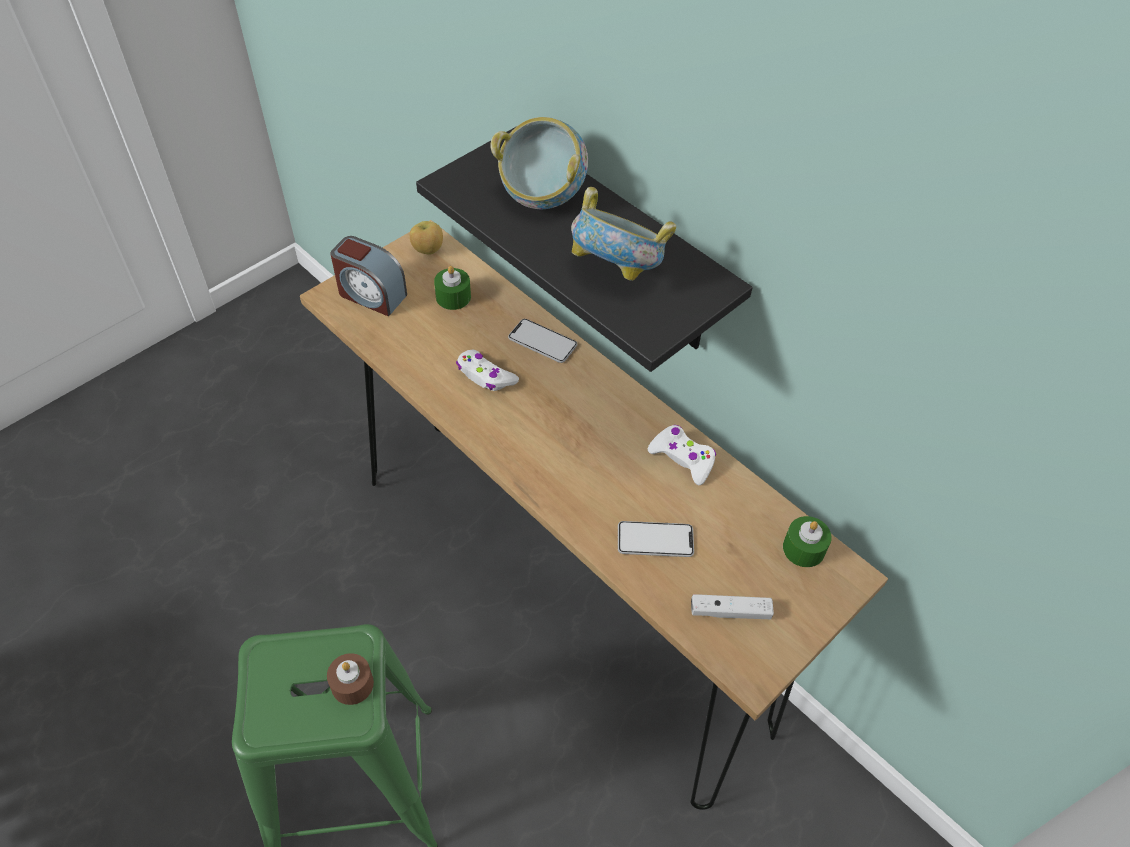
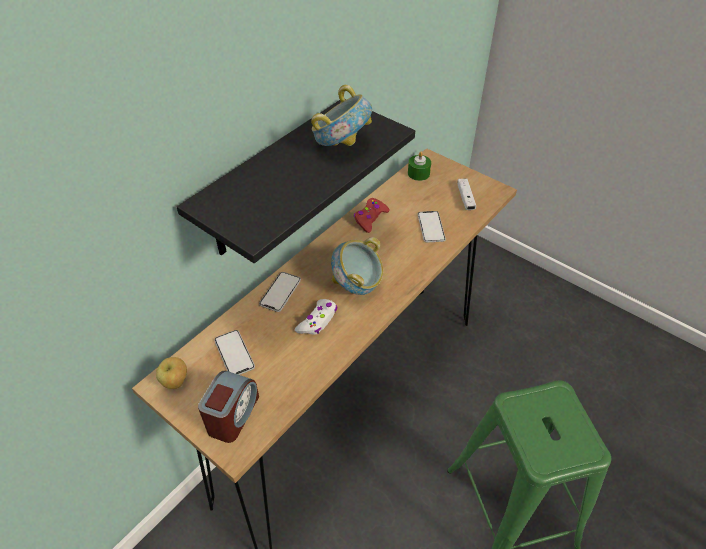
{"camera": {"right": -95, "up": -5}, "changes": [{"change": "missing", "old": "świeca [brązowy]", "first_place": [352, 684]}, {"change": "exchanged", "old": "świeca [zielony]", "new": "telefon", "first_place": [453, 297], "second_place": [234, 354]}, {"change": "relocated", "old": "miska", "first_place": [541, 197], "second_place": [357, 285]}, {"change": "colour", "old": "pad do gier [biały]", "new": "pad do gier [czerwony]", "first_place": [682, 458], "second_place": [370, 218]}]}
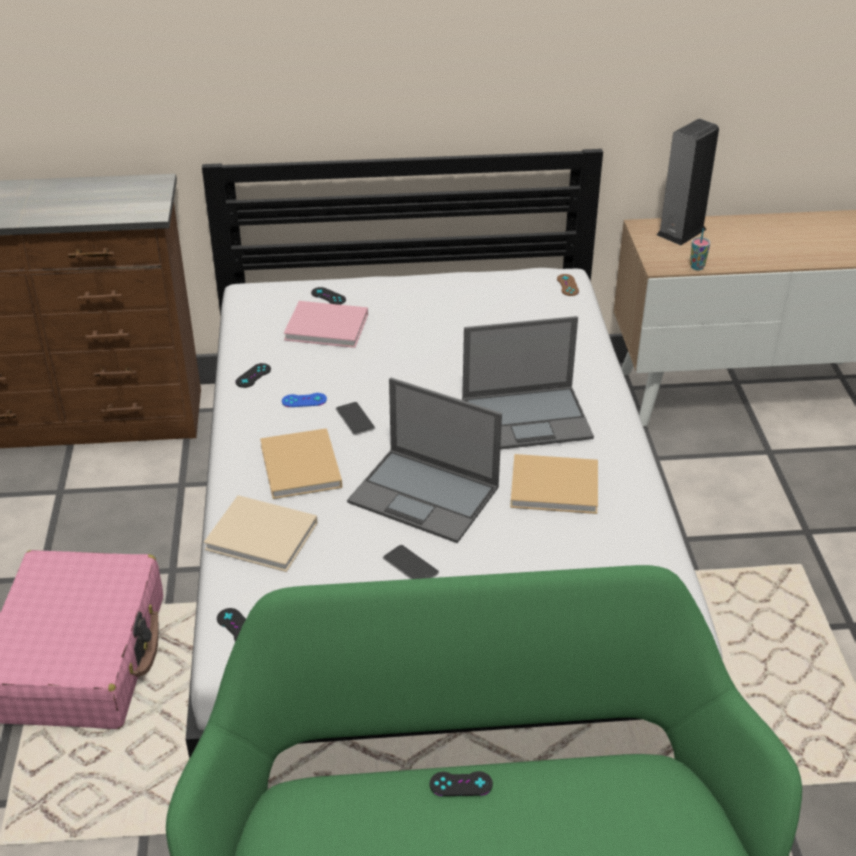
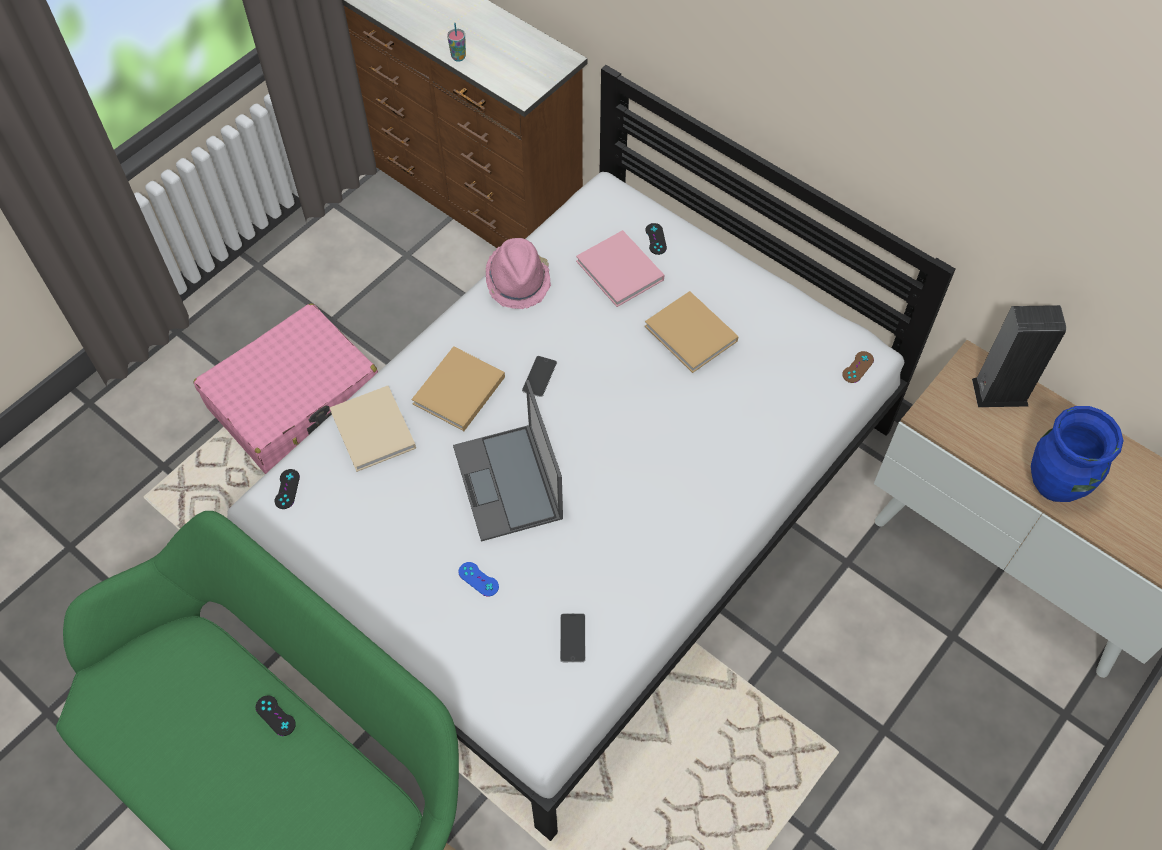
{"camera": {"right": 45, "up": 20}, "changes": [{"change": "exchanged", "old": "pad do gier [czarny]", "new": "kapelusz [różowy]", "first_place": [253, 376], "second_place": [518, 280]}, {"change": "relocated", "old": "pad do gier [niebieski]", "first_place": [304, 400], "second_place": [478, 579]}, {"change": "relocated", "old": "telefon", "first_place": [410, 565], "second_place": [572, 637]}, {"change": "missing", "old": "laptop", "first_place": [528, 418]}, {"change": "relocated", "old": "książka [beżowy]", "first_place": [557, 487], "second_place": [692, 335]}, {"change": "relocated", "old": "filiżanka", "first_place": [697, 267], "second_place": [458, 57]}, {"change": "appeared", "new": "wazon [niebieski]", "second_place": [1056, 484]}]}
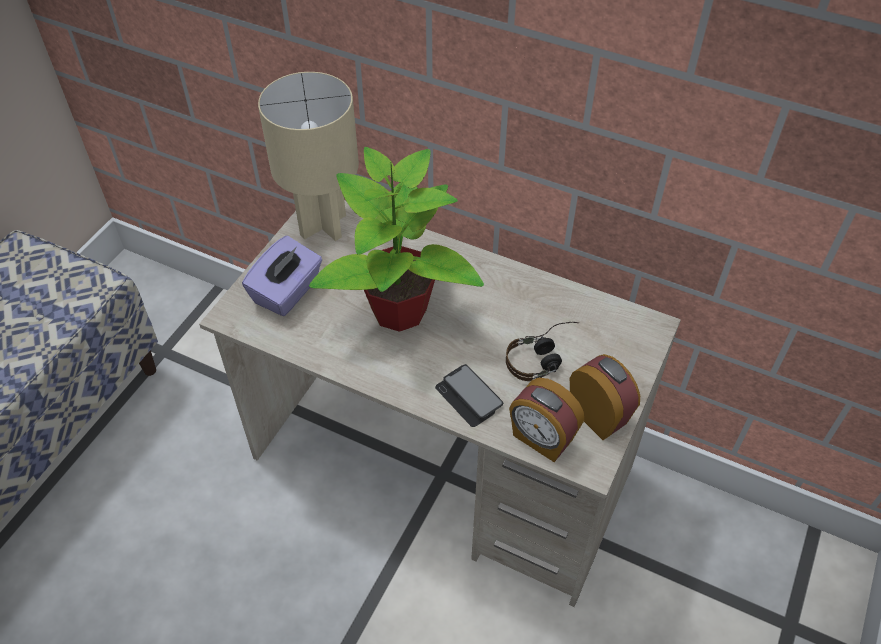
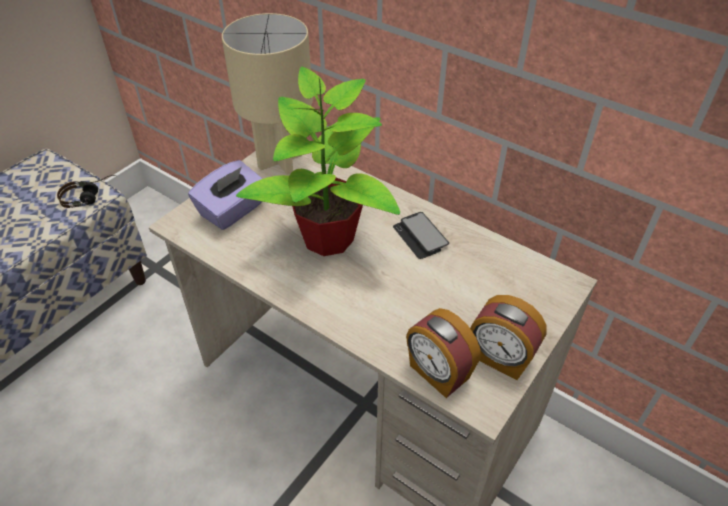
{"camera": {"right": 10, "up": -5}, "changes": [{"change": "relocated", "old": "telefon", "first_place": [468, 396], "second_place": [420, 236]}, {"change": "relocated", "old": "słuchawki", "first_place": [544, 358], "second_place": [90, 197]}, {"change": "spun", "old": "budzik", "first_place": [599, 414], "second_place": [500, 358], "degrees": 150}]}
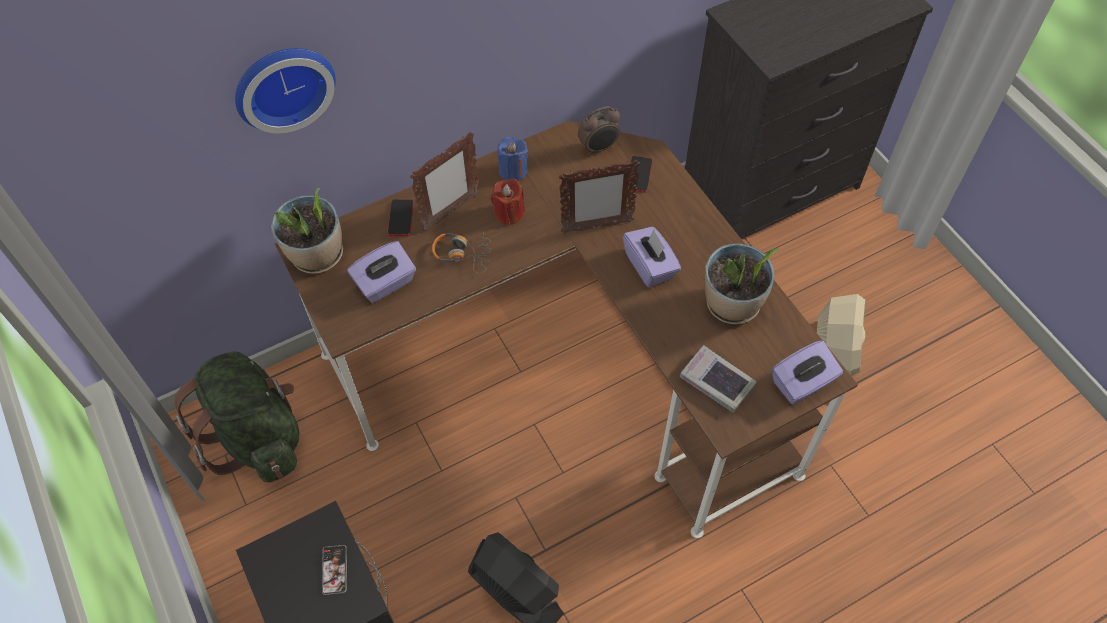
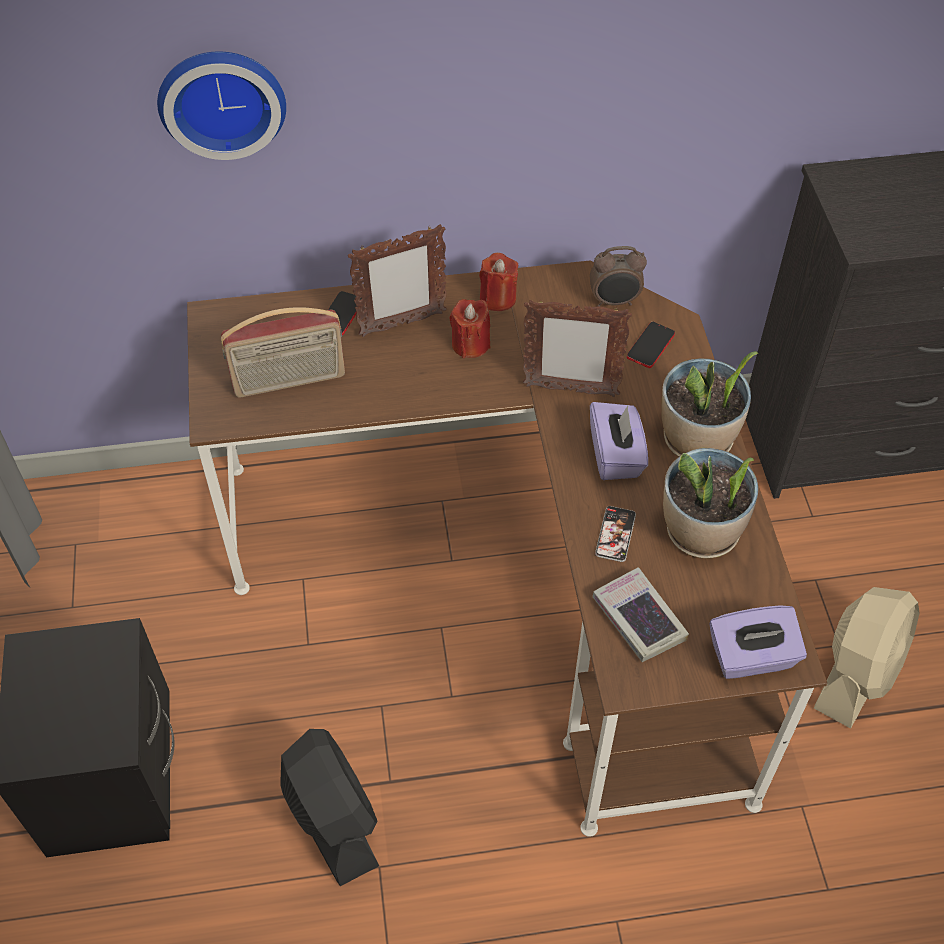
{"camera": {"right": 20, "up": -5}, "changes": [{"change": "missing", "old": "plecak [zielony]", "first_place": [258, 437]}, {"change": "relocated", "old": "roślina doniczkowa", "first_place": [317, 256], "second_place": [696, 441]}, {"change": "relocated", "old": "telefon", "first_place": [334, 570], "second_place": [615, 534]}, {"change": "exchanged", "old": "pudełko chusteczek [fioletowy]", "new": "radio", "first_place": [386, 283], "second_place": [289, 381]}, {"change": "missing", "old": "słuchawki", "first_place": [462, 254]}, {"change": "colour", "old": "świeca [niebieski]", "new": "świeca [czerwony]", "first_place": [513, 170], "second_place": [498, 298]}]}
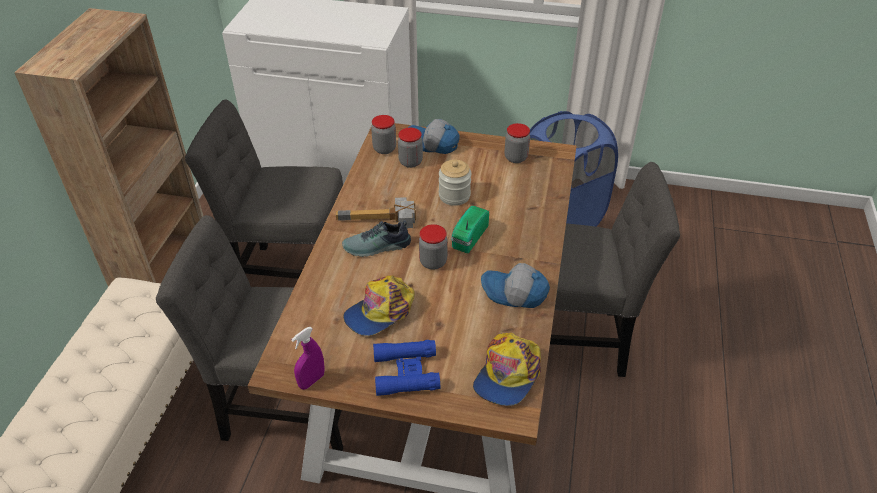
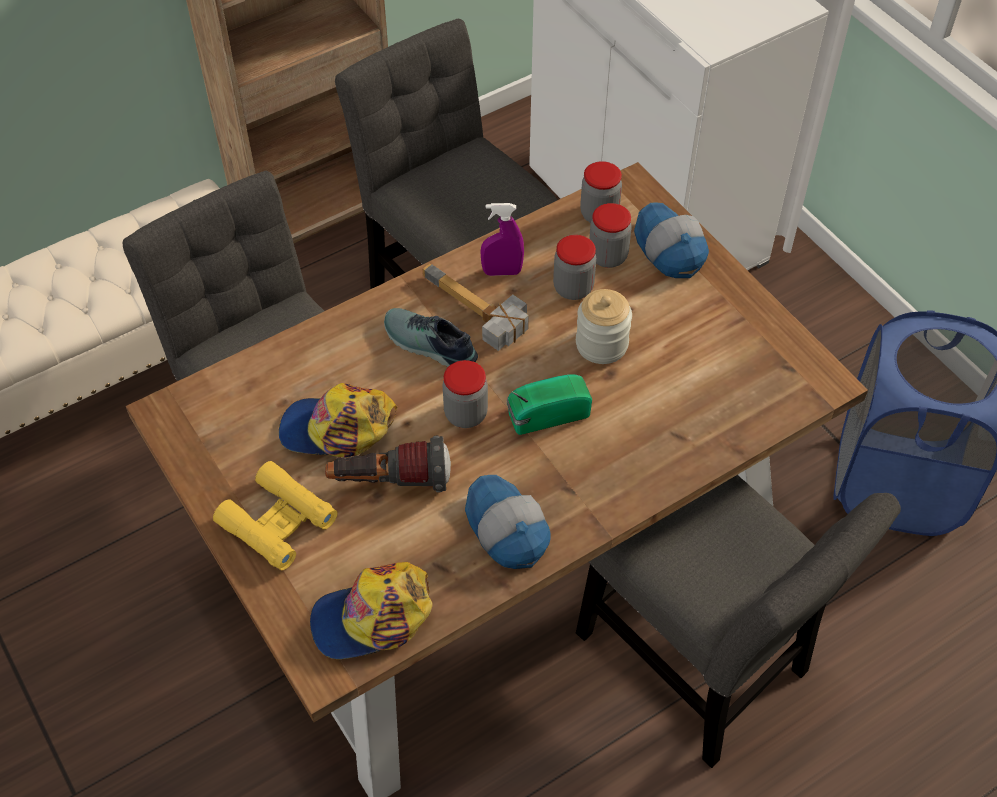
{"camera": {"right": 45, "up": 10}, "changes": [{"change": "relocated", "old": "spryskiwacz [fioletowy]", "first_place": [311, 381], "second_place": [502, 272]}, {"change": "colour", "old": "lornetka [niebieski]", "new": "lornetka [żółty]", "first_place": [406, 372], "second_place": [277, 522]}, {"change": "relocated", "old": "słoik", "first_place": [516, 157], "second_place": [573, 288]}, {"change": "appeared", "new": "latarka", "second_place": [389, 482]}]}
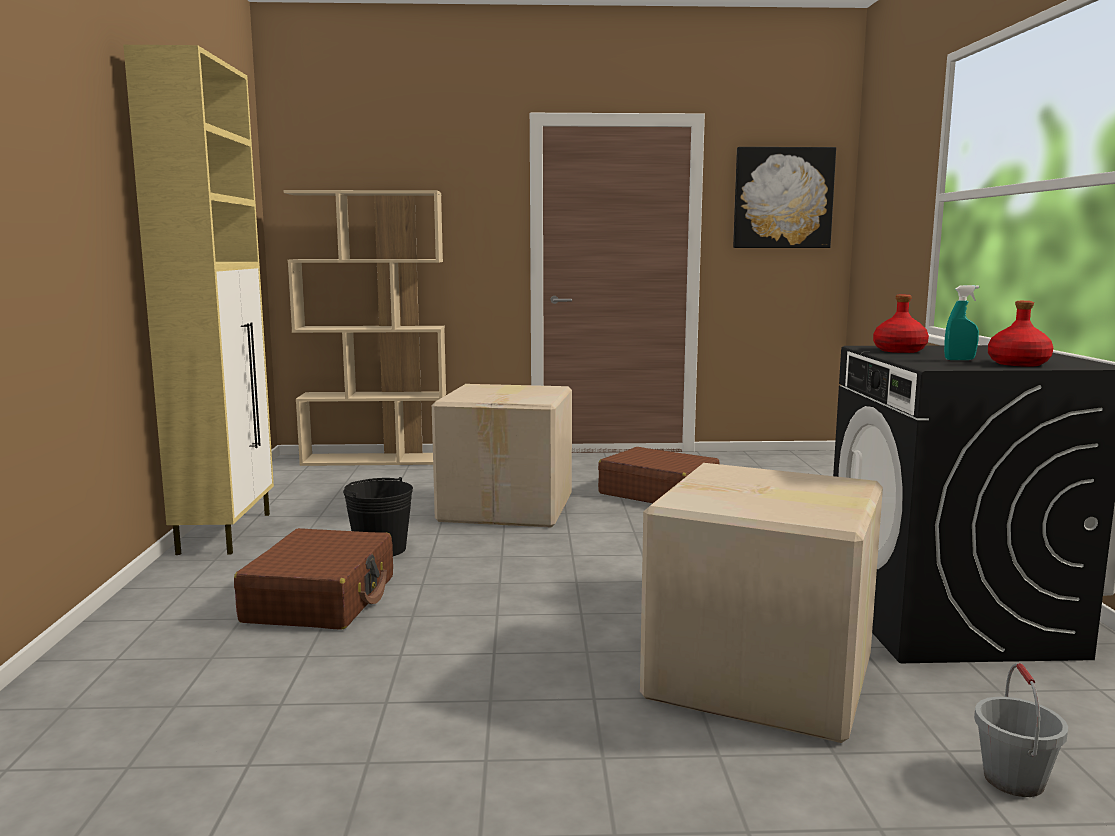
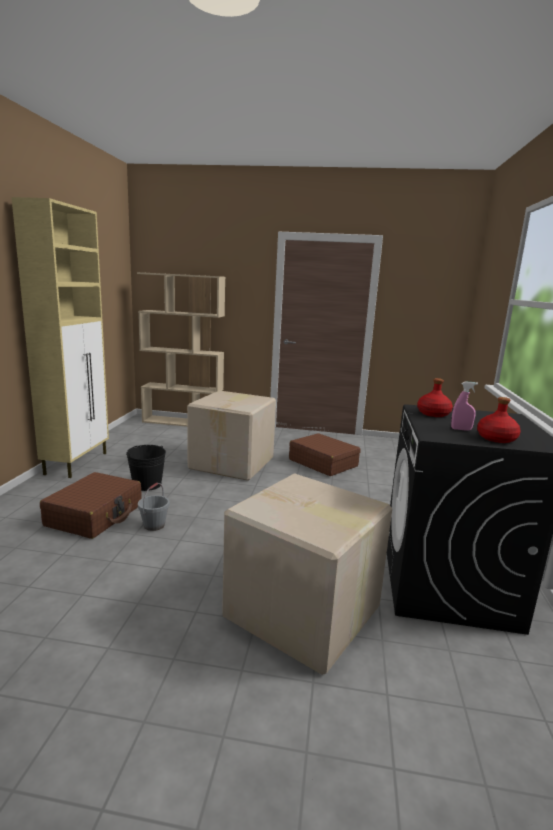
{"camera": {"right": 10, "up": 5}, "changes": [{"change": "missing", "old": "obraz", "first_place": [783, 198]}, {"change": "colour", "old": "spryskiwacz [turkusowy]", "new": "spryskiwacz [różowy]", "first_place": [959, 360], "second_place": [461, 429]}, {"change": "relocated", "old": "wiadro [szary]", "first_place": [1014, 780], "second_place": [154, 525]}]}
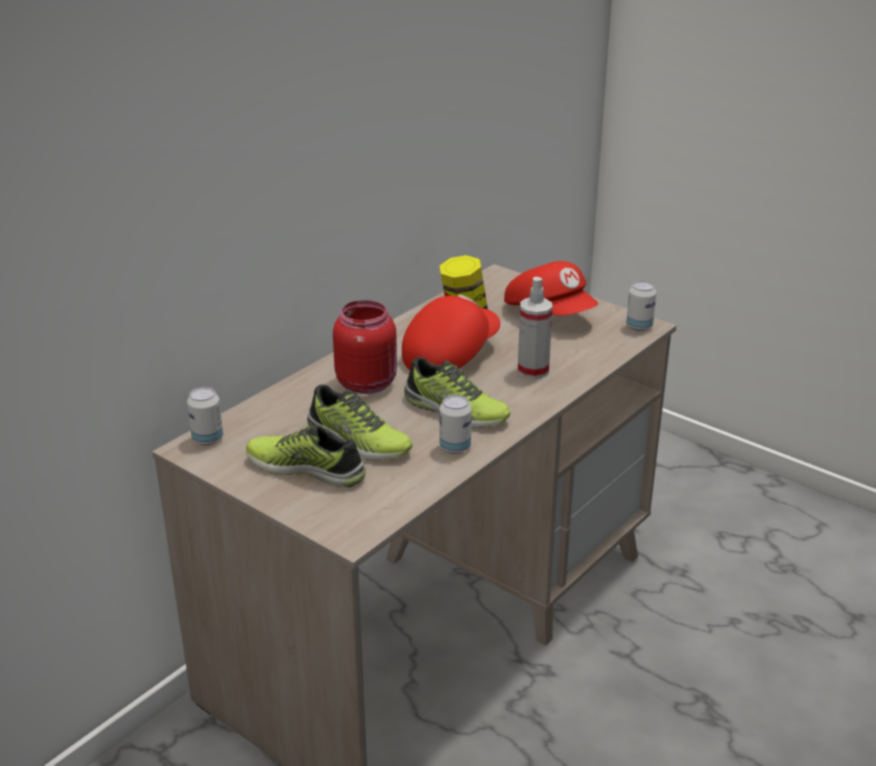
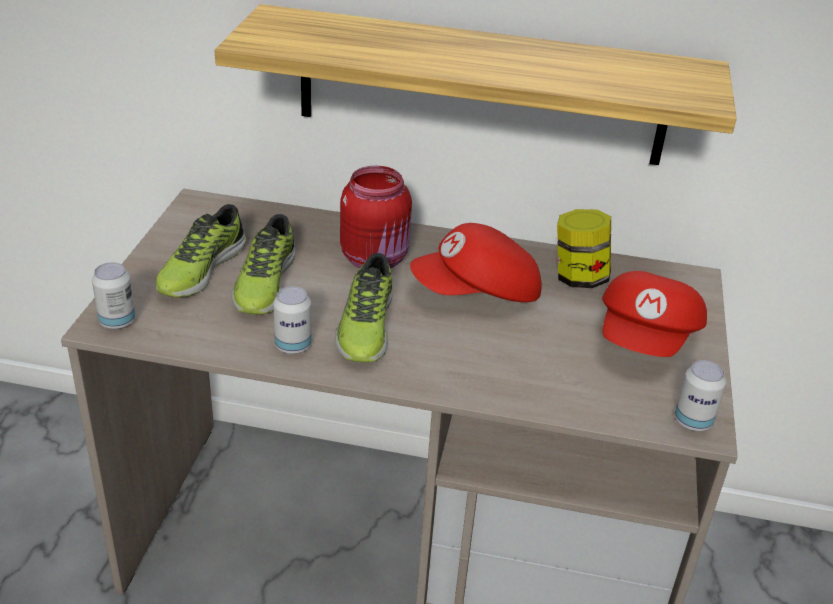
{"camera": {"right": 60, "up": 5}, "changes": [{"change": "relocated", "old": "puszka", "first_place": [207, 439], "second_place": [117, 322]}, {"change": "spun", "old": "but", "first_place": [307, 468], "second_place": [200, 269], "degrees": -150}, {"change": "spun", "old": "czapka z daszkiem [czerwony]", "first_place": [450, 355], "second_place": [477, 293], "degrees": 150}, {"change": "missing", "old": "spryskiwacz", "first_place": [533, 370]}, {"change": "appeared", "new": "półka", "second_place": [481, 86]}]}
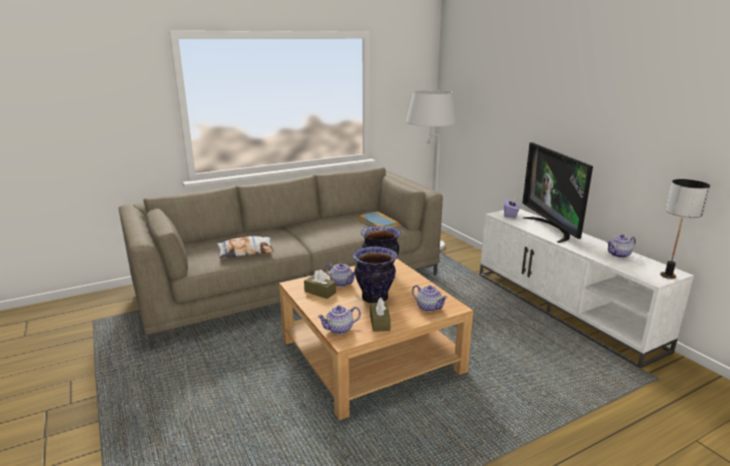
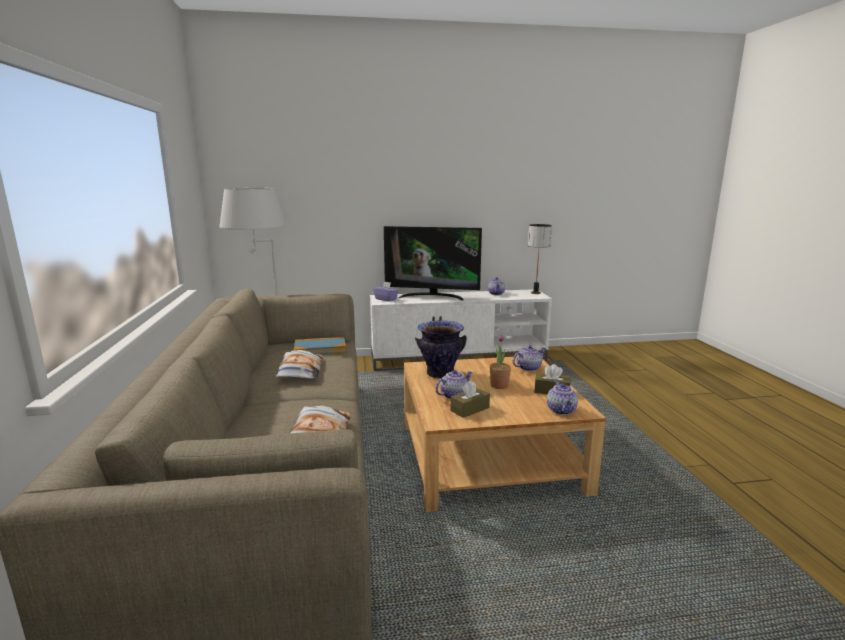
{"camera": {"right": -70, "up": -5}, "changes": [{"change": "exchanged", "old": "wazon", "new": "roślina doniczkowa", "first_place": [374, 298], "second_place": [499, 385]}, {"change": "appeared", "new": "poduszka", "second_place": [300, 370]}]}
